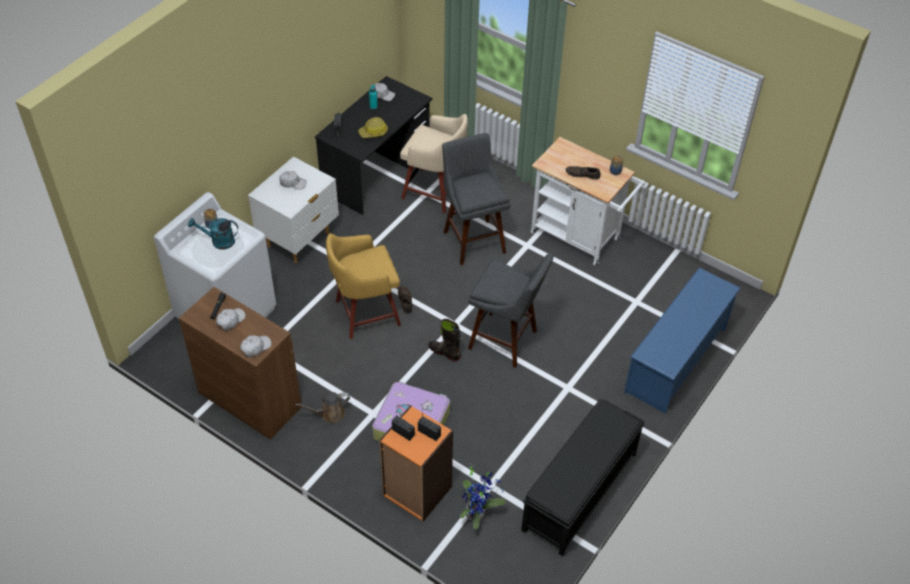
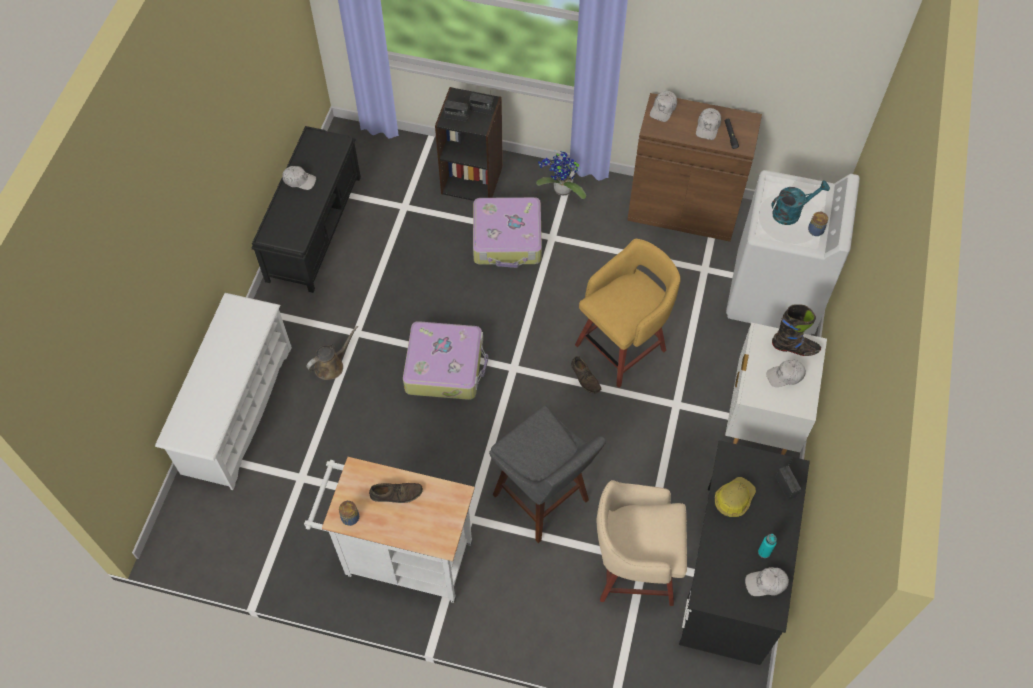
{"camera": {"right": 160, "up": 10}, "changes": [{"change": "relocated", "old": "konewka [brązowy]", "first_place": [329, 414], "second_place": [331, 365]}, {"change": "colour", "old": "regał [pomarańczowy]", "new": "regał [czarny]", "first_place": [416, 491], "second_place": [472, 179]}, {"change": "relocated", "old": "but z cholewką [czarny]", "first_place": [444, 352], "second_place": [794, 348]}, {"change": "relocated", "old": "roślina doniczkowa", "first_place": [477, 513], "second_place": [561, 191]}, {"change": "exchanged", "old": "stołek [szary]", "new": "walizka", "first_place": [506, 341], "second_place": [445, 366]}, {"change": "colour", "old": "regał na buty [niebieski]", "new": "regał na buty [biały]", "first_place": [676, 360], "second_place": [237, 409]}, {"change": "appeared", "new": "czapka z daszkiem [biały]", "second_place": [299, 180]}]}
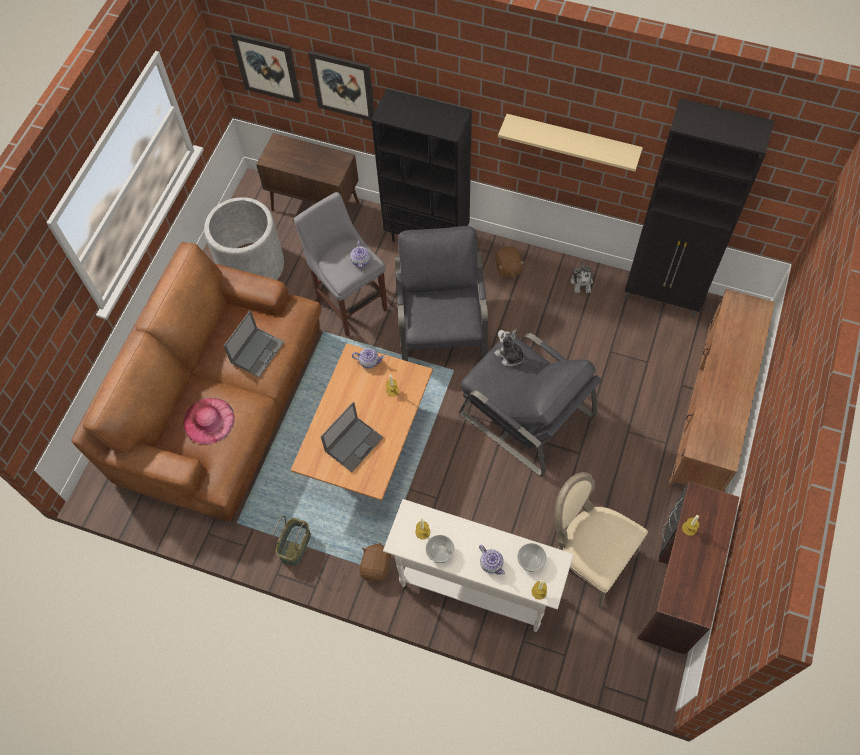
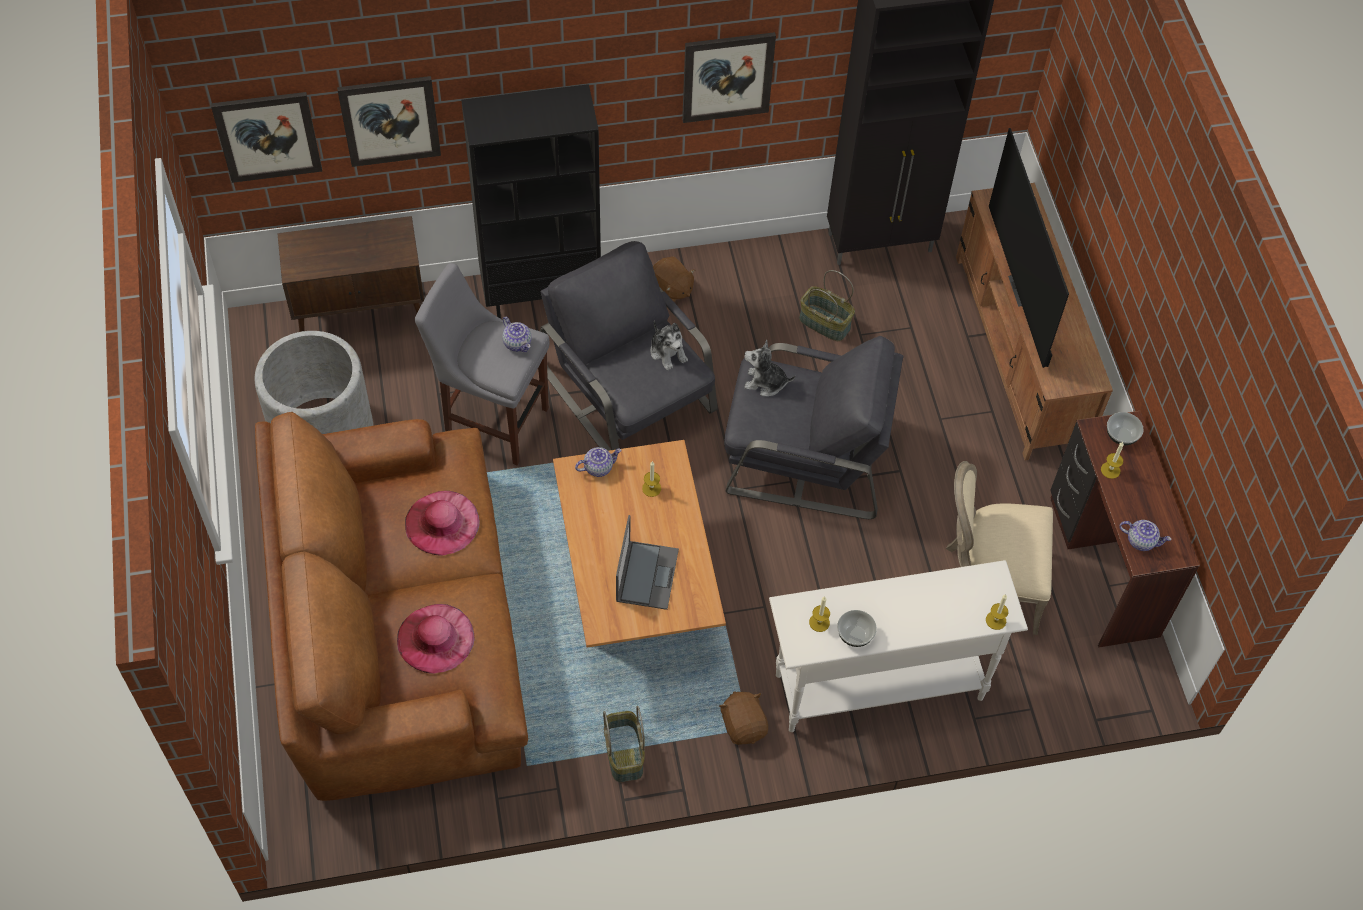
{"camera": {"right": -35, "up": -5}, "changes": [{"change": "exchanged", "old": "laptop", "new": "kapelusz [różowy]", "first_place": [257, 351], "second_place": [442, 522]}, {"change": "relocated", "old": "imbryk", "first_place": [491, 564], "second_place": [1141, 541]}, {"change": "exchanged", "old": "półka [beżowy]", "new": "obraz", "first_place": [572, 141], "second_place": [727, 76]}, {"change": "relocated", "old": "miska", "first_place": [531, 560], "second_place": [1122, 435]}, {"change": "relocated", "old": "pluszak", "first_place": [581, 282], "second_place": [668, 352]}, {"change": "appeared", "new": "koszyk", "second_place": [824, 323]}, {"change": "appeared", "new": "telewizor", "second_place": [1026, 290]}]}
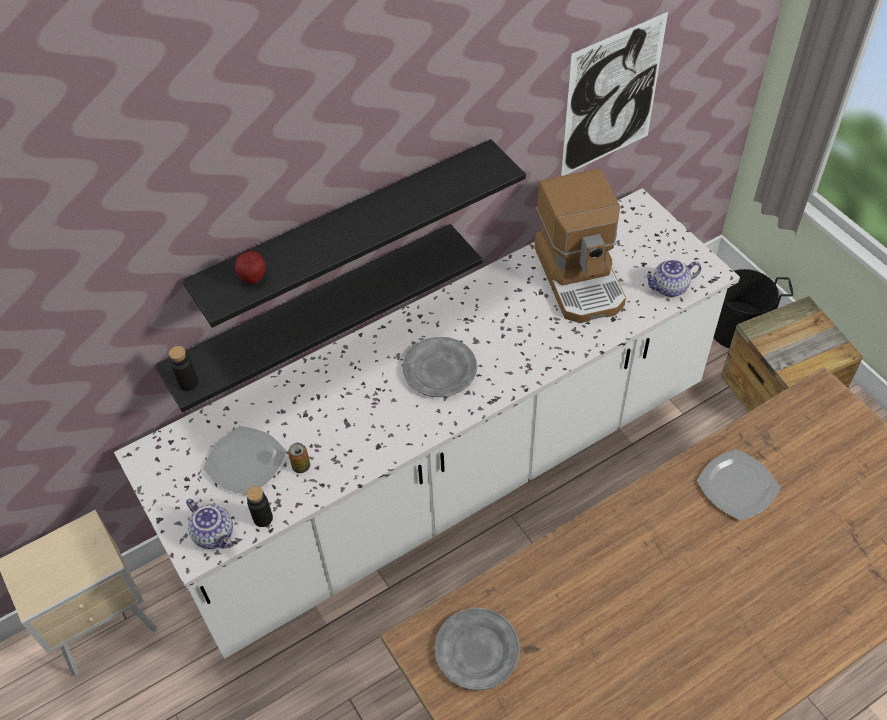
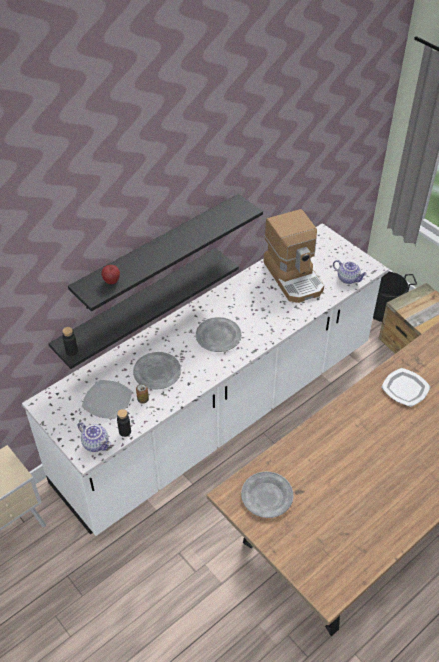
{"camera": {"right": -10, "up": -5}, "changes": [{"change": "missing", "old": "obraz", "first_place": [612, 97]}, {"change": "spun", "old": "imbryk", "first_place": [669, 288], "second_place": [348, 278], "degrees": -120}, {"change": "appeared", "new": "talerz [szary]", "second_place": [157, 372]}]}
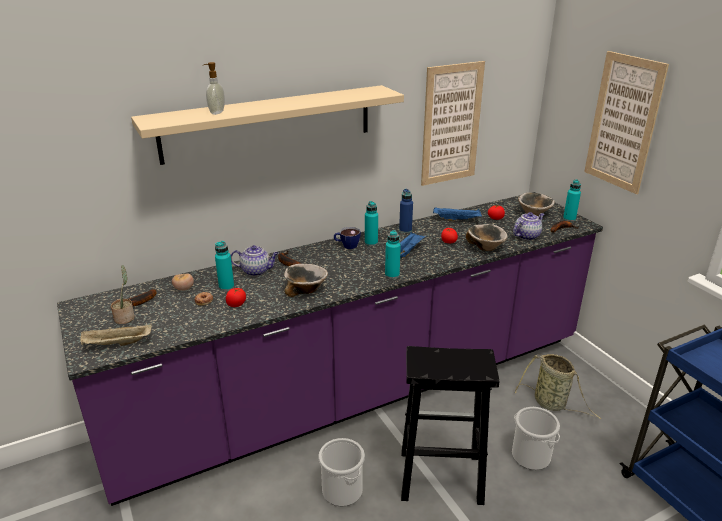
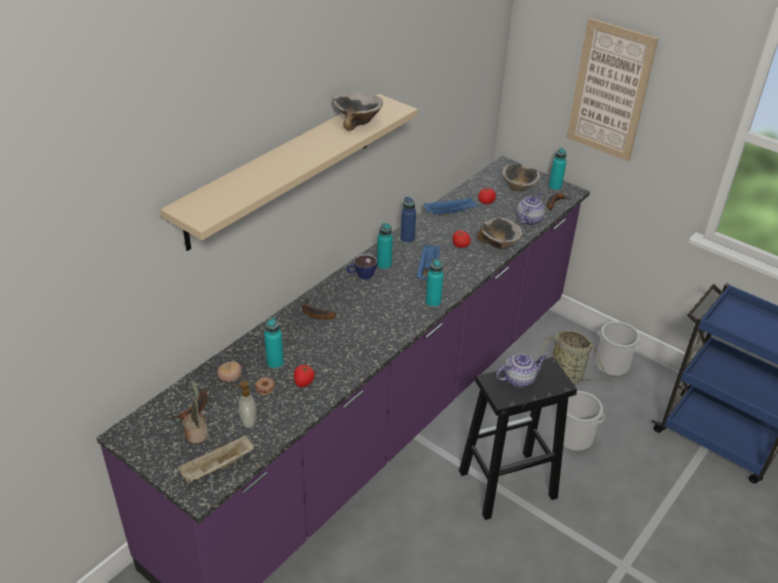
{"camera": {"right": -25, "up": 10}, "changes": [{"change": "relocated", "old": "dozownik mydła", "first_place": [216, 112], "second_place": [247, 421]}, {"change": "relocated", "old": "imbryk", "first_place": [256, 271], "second_place": [519, 379]}, {"change": "relocated", "old": "miska", "first_place": [306, 289], "second_place": [357, 121]}, {"change": "relocated", "old": "wiadro", "first_place": [342, 490], "second_place": [612, 364]}, {"change": "missing", "old": "obraz", "first_place": [451, 124]}]}
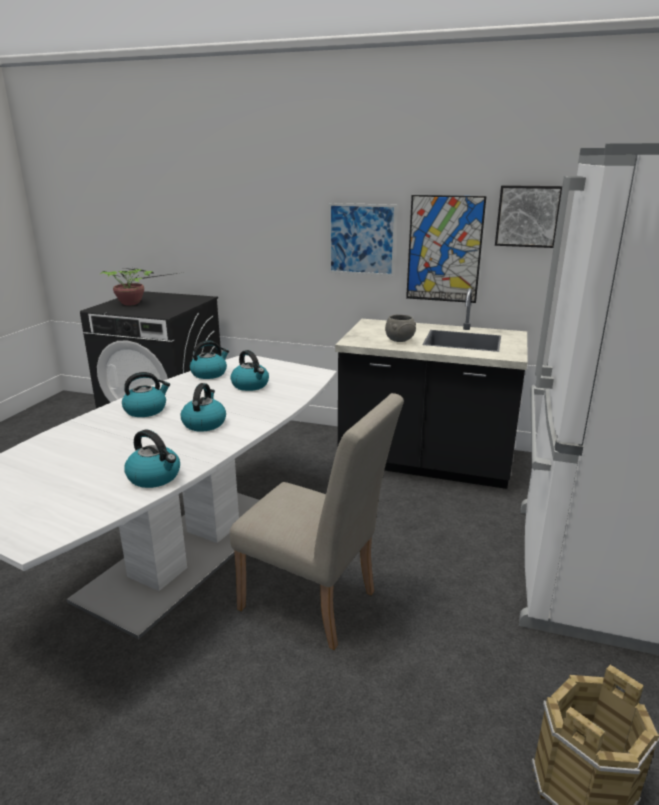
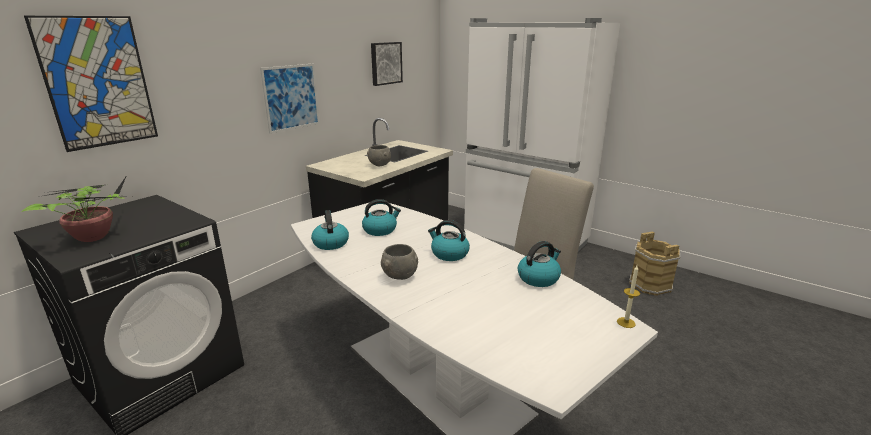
{"camera": {"right": -70, "up": 0}, "changes": [{"change": "exchanged", "old": "czajnik", "new": "miska [szary]", "first_place": [146, 410], "second_place": [399, 276]}, {"change": "relocated", "old": "obraz", "first_place": [444, 249], "second_place": [98, 82]}, {"change": "appeared", "new": "świeca", "second_place": [626, 322]}]}
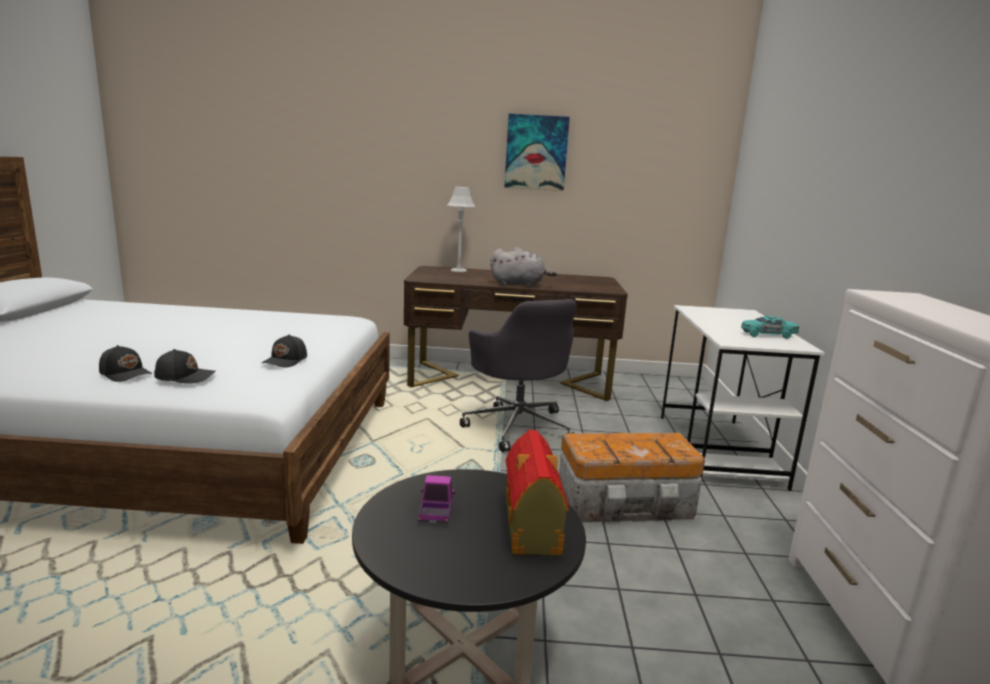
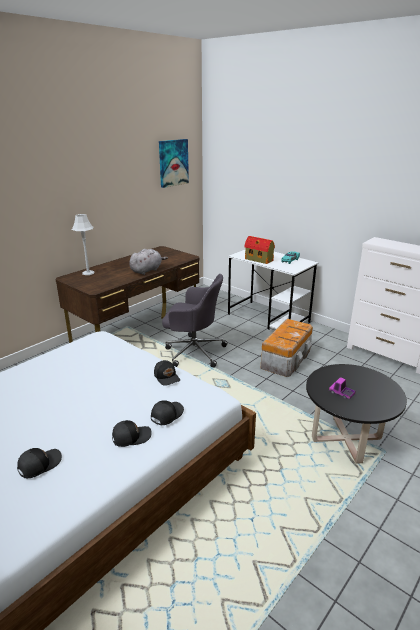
{"camera": {"right": -50, "up": 10}, "changes": [{"change": "relocated", "old": "obraz", "first_place": [536, 152], "second_place": [173, 163]}, {"change": "relocated", "old": "domek", "first_place": [531, 527], "second_place": [259, 260]}, {"change": "appeared", "new": "czapka z daszkiem [czarny]", "second_place": [39, 464]}]}
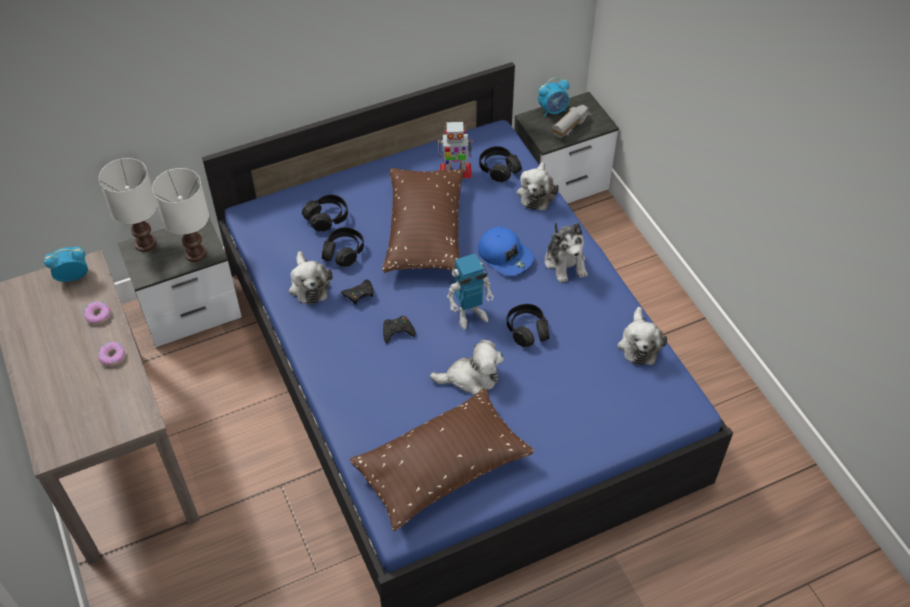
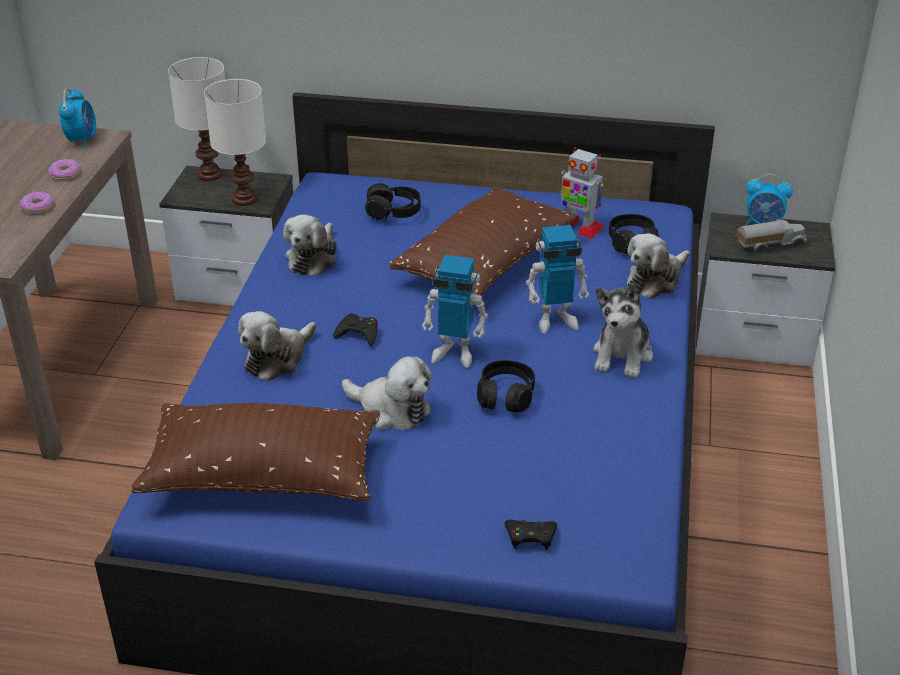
{"camera": {"right": 35, "up": -15}, "changes": [{"change": "spun", "old": "budzik", "first_place": [73, 276], "second_place": [82, 139], "degrees": 75}, {"change": "missing", "old": "słuchawki [czarny]", "first_place": [343, 252]}, {"change": "relocated", "old": "pad do gier [czarny]", "first_place": [359, 294], "second_place": [530, 536]}, {"change": "exchanged", "old": "czapka z daszkiem [niebieski]", "new": "robot zabawkowy", "first_place": [505, 255], "second_place": [555, 319]}, {"change": "relocated", "old": "pluszak", "first_place": [639, 344], "second_place": [277, 358]}]}
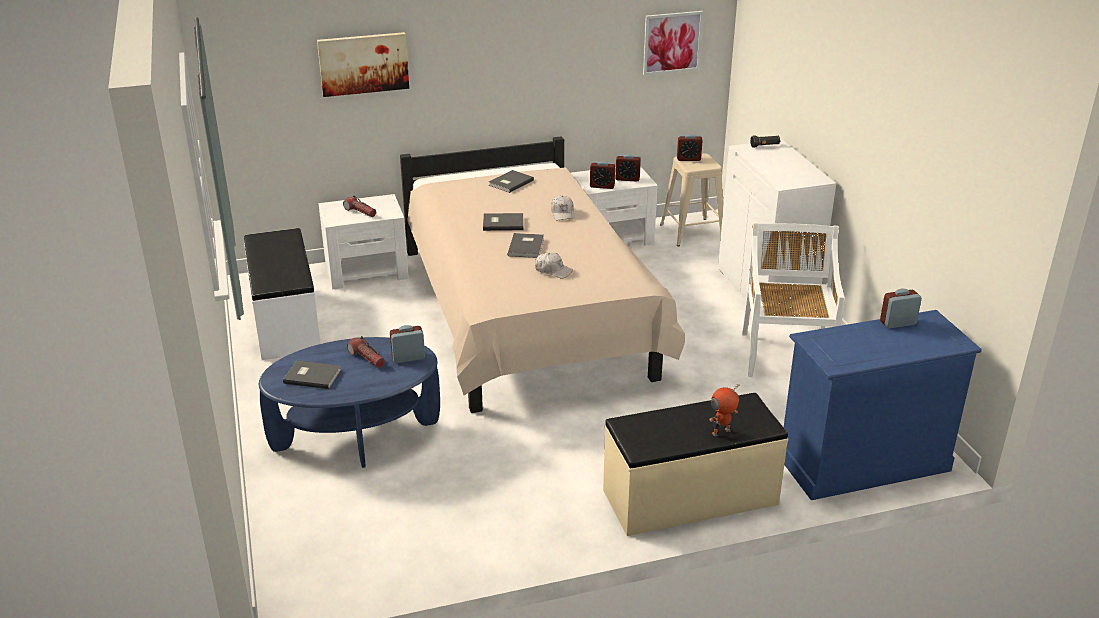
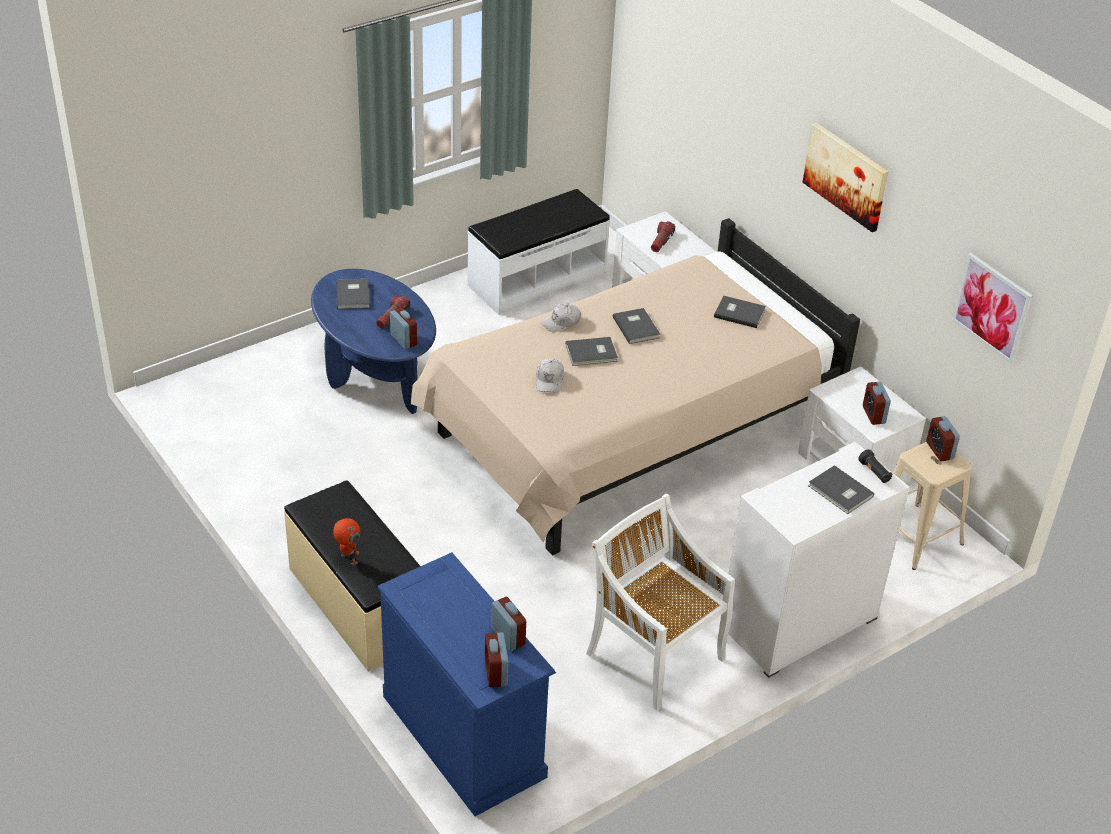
{"camera": {"right": 70, "up": 10}, "changes": [{"change": "relocated", "old": "obraz", "first_place": [363, 63], "second_place": [846, 176]}, {"change": "relocated", "old": "czapka z daszkiem [biały]", "first_place": [563, 213], "second_place": [561, 322]}, {"change": "relocated", "old": "budzik", "first_place": [602, 186], "second_place": [496, 672]}, {"change": "spun", "old": "krzesło [biały]", "first_place": [785, 355], "second_place": [653, 654], "degrees": -120}, {"change": "appeared", "new": "książka [szary]", "second_place": [840, 492]}]}
